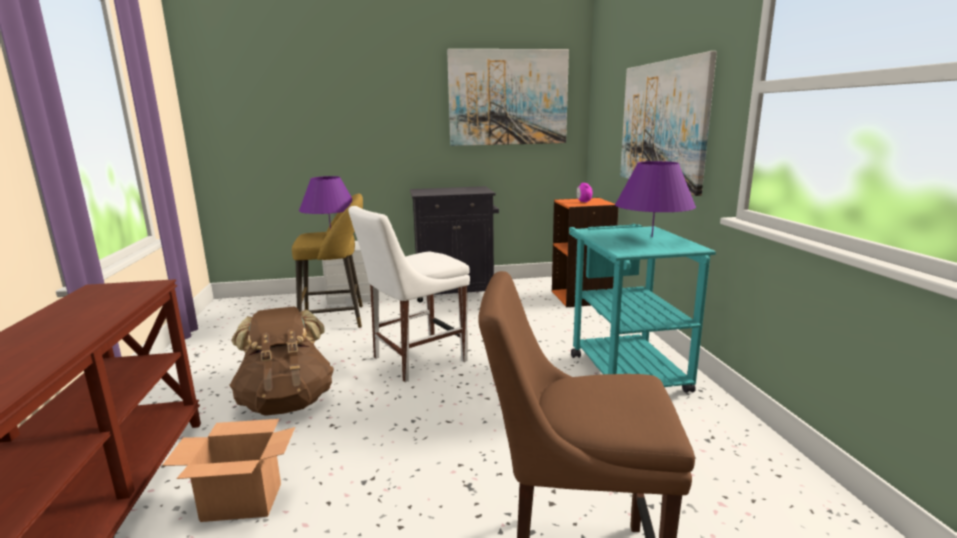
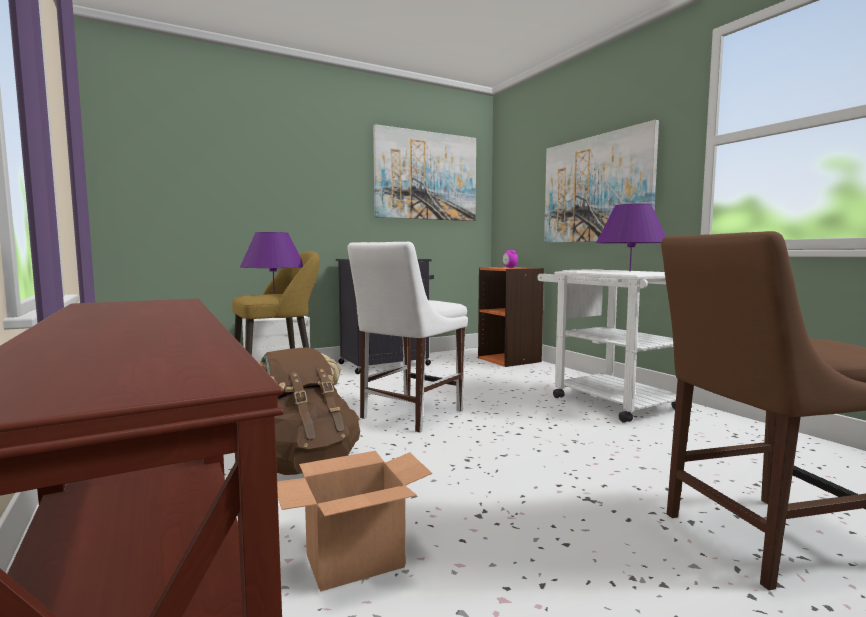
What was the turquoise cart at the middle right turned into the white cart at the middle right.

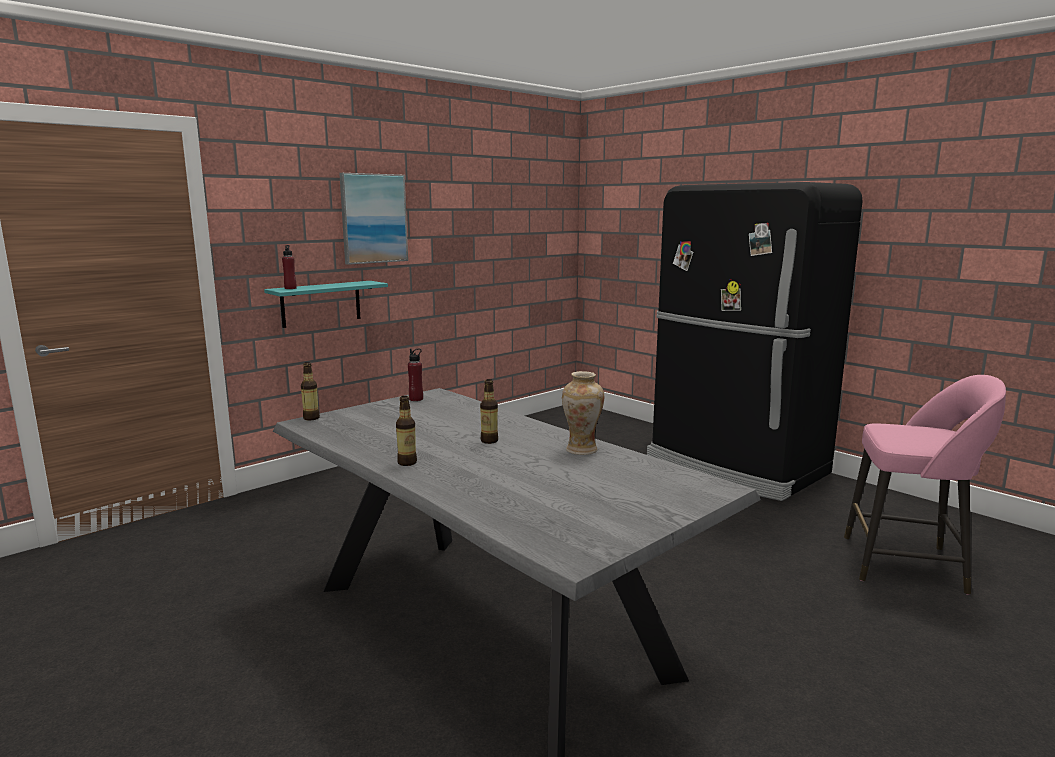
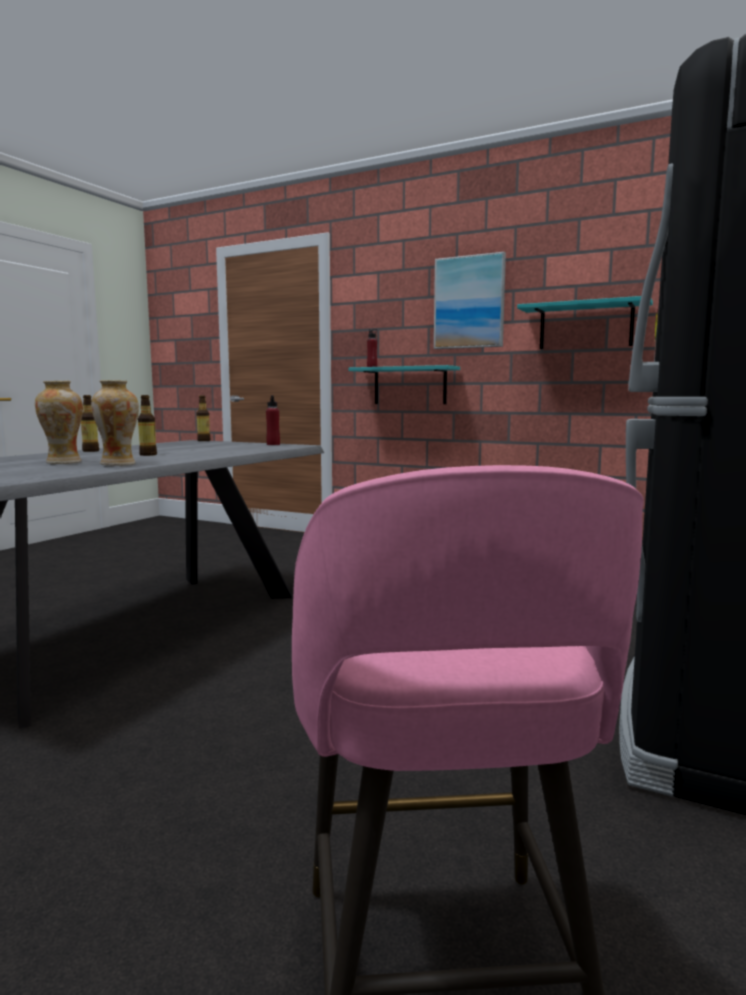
The second view gained the vase (no. 1 from left) at the middle left. The second view gained the turquoise shelf (no. 2 from left) at the top right.

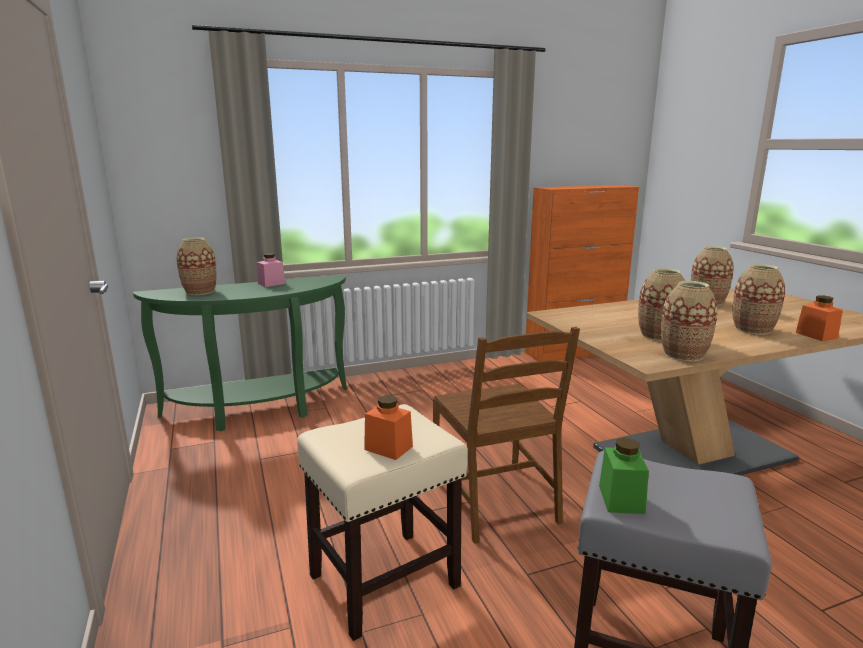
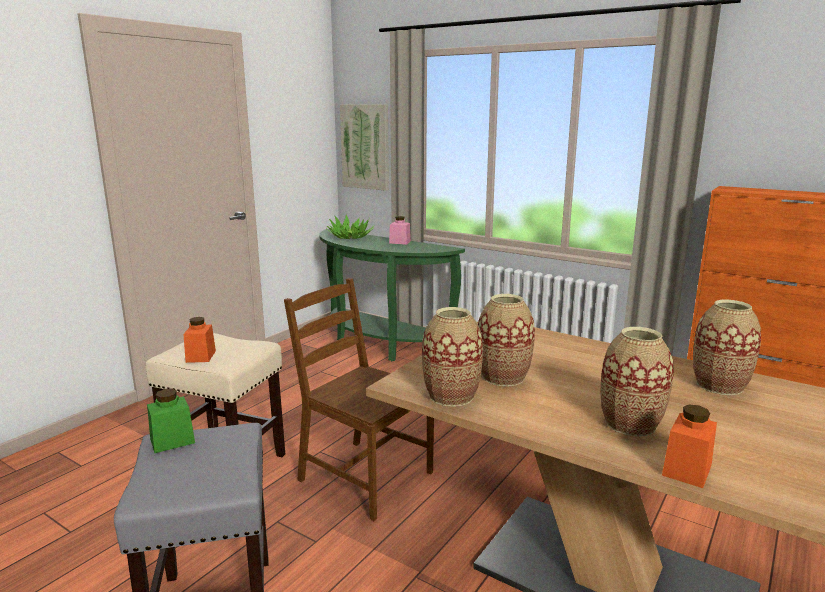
The second view gained the picture at the top centre. Where the vase (no. 1 from left) stood at the middle left, the potted plant came to stand at the centre. The brown chair at the bottom centre ended up facing another way, 90 degrees clockwise from before.

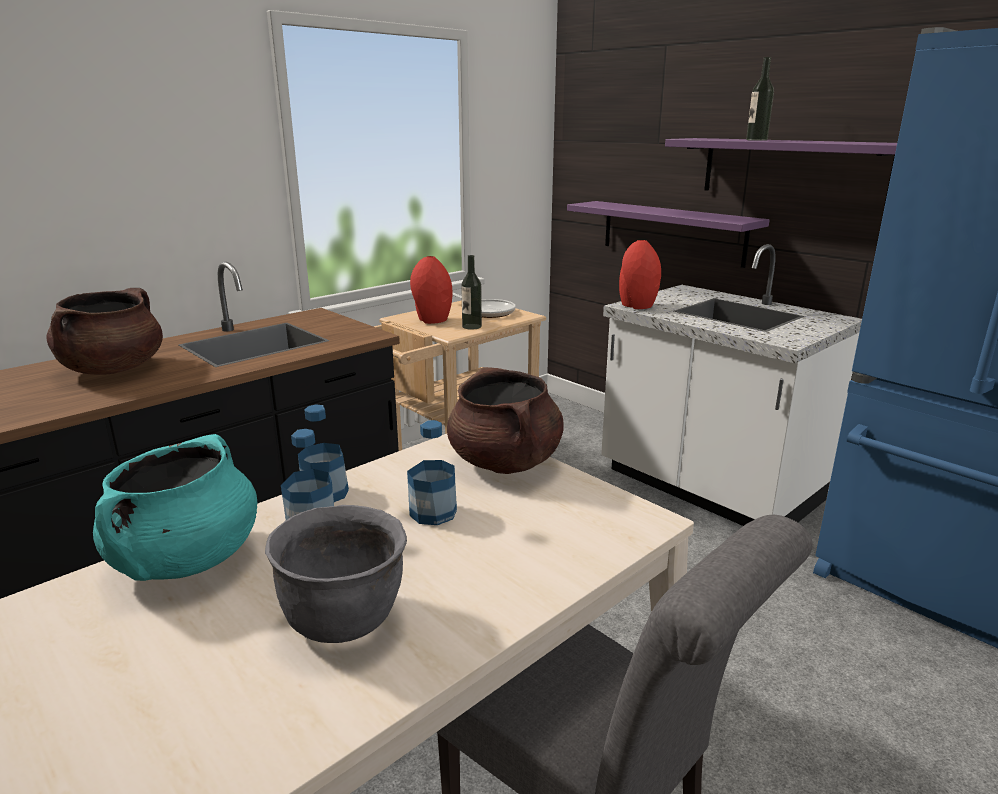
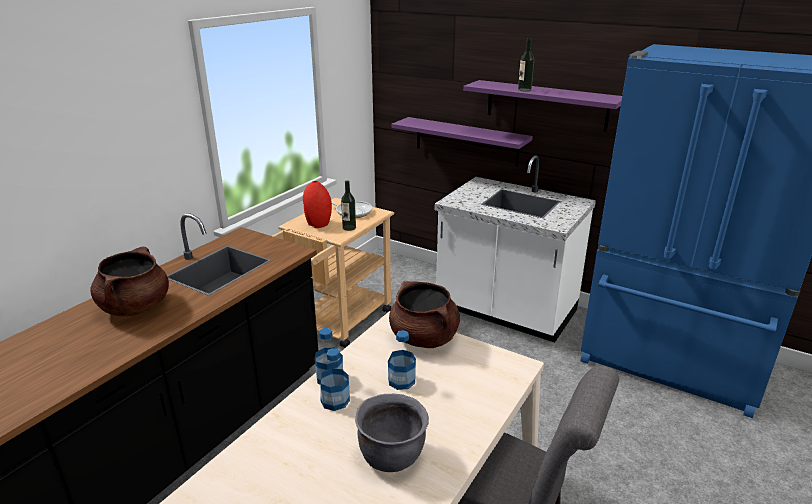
The second view lost the turquoise cooking pot at the middle left. The second view lost the red vase (no. 2 from left) at the centre.

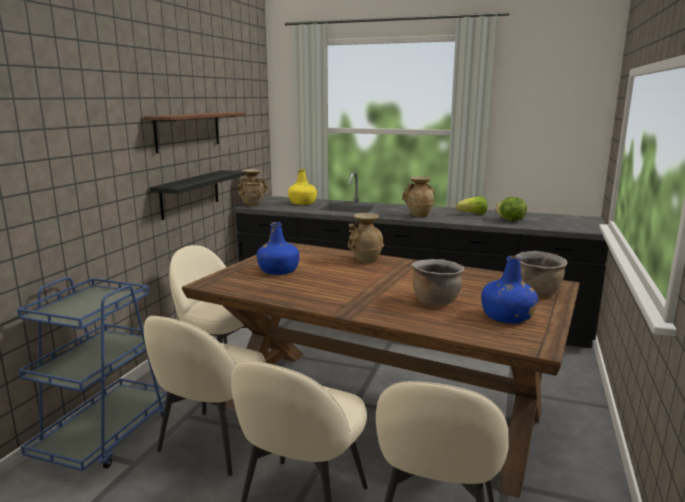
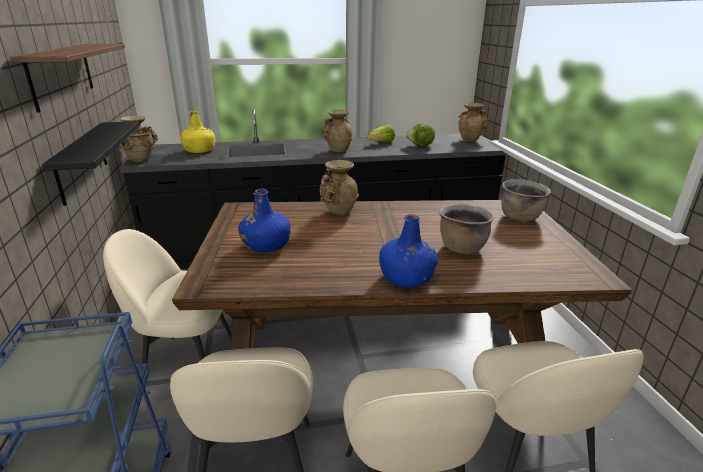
The second view gained the beige vase (no. 4 from left) at the top right. The blue bottle (no. 2 from left) ended up elsewhere, having gone from the middle right to the centre.

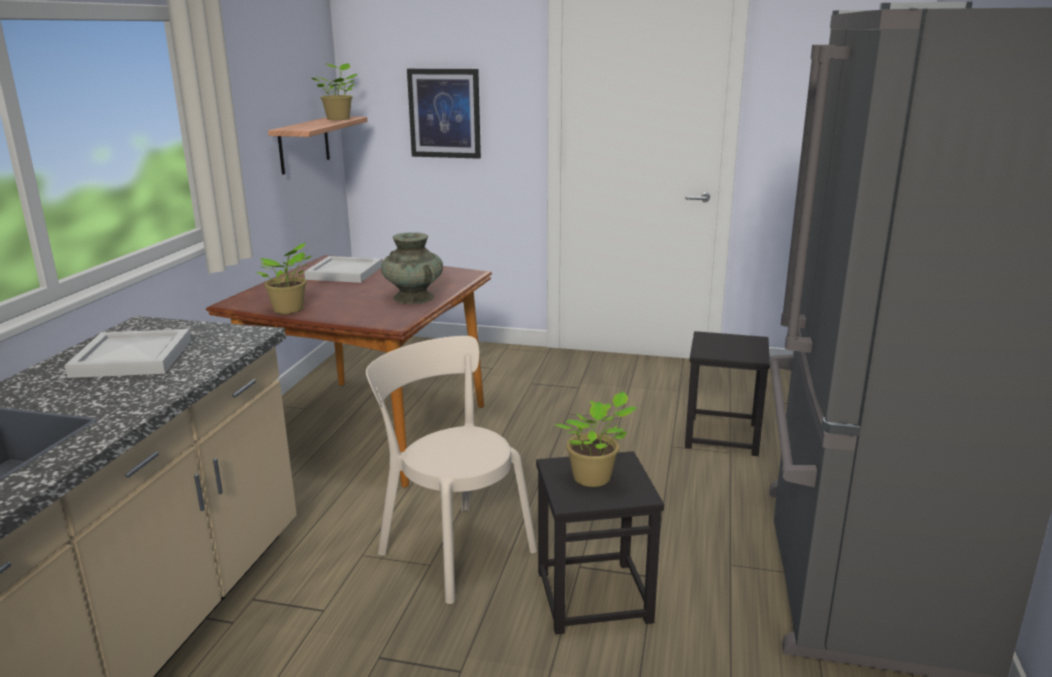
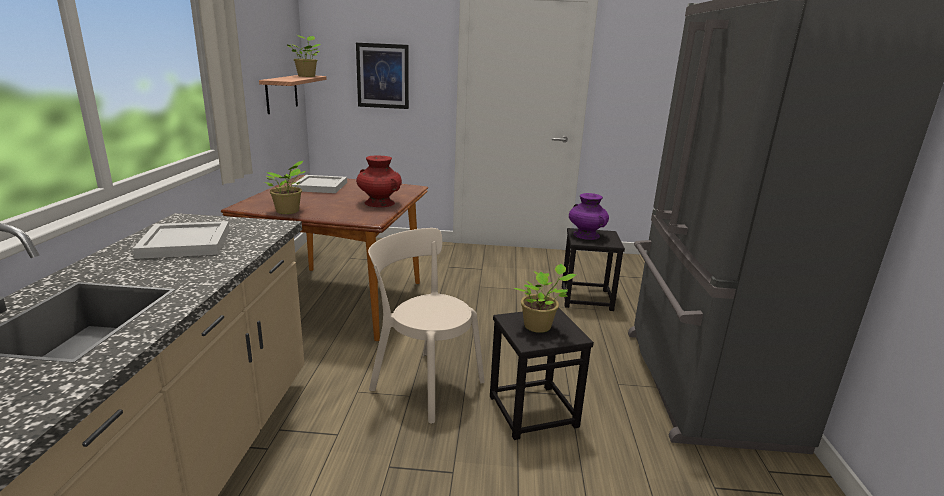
The second view gained the purple vase at the centre. What was the turquoise vase at the centre turned into the red vase at the centre.

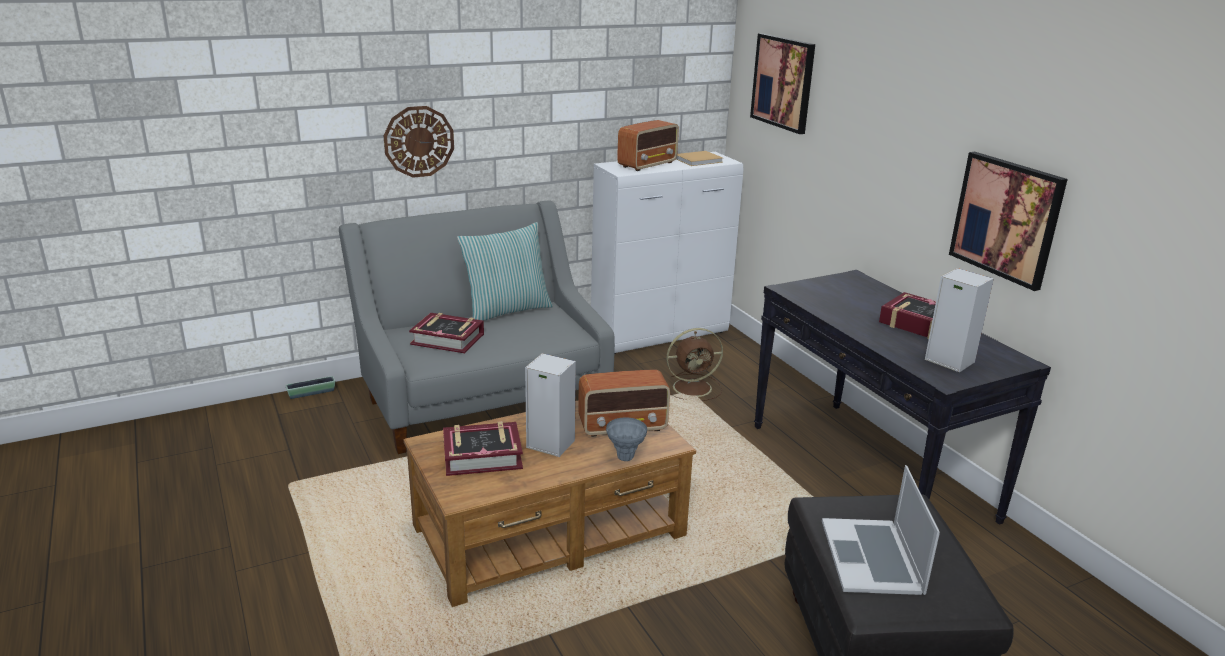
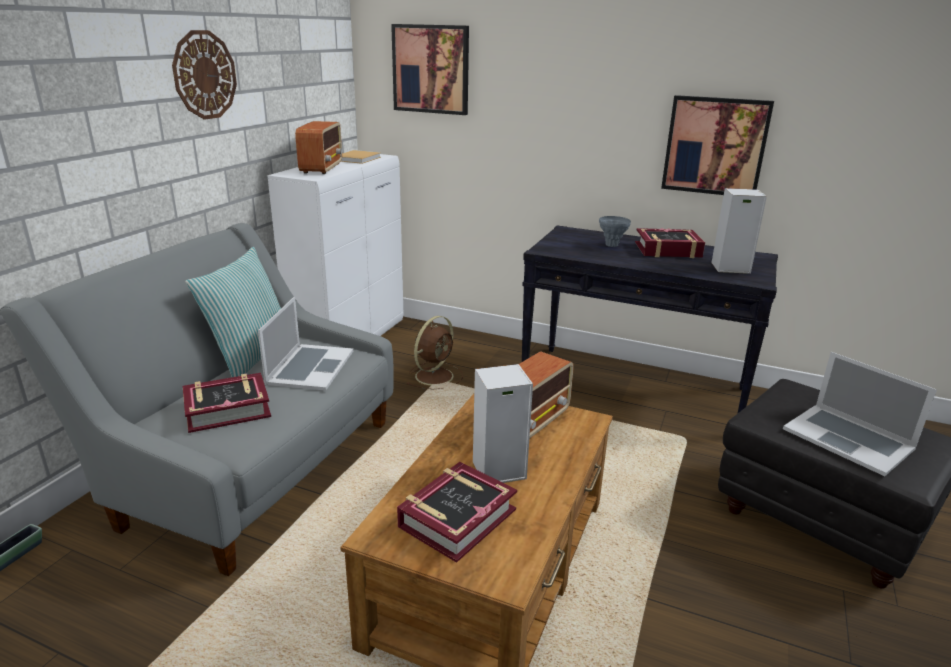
The second view gained the laptop (no. 1 from left) at the middle left. The wall clock ended up elsewhere, having gone from the top centre to the top left. The grey vase ended up elsewhere, having gone from the bottom centre to the centre.

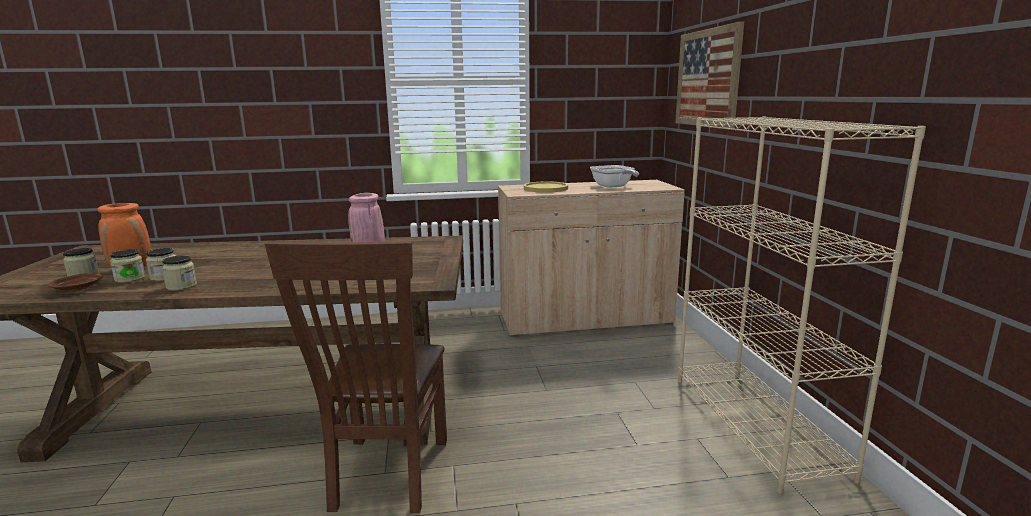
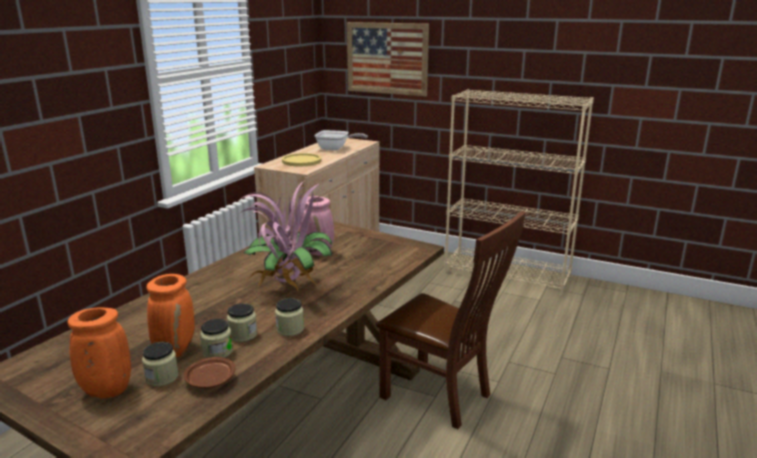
The second view gained the orange vase (no. 1 from left) at the bottom left. The second view gained the potted plant at the centre.

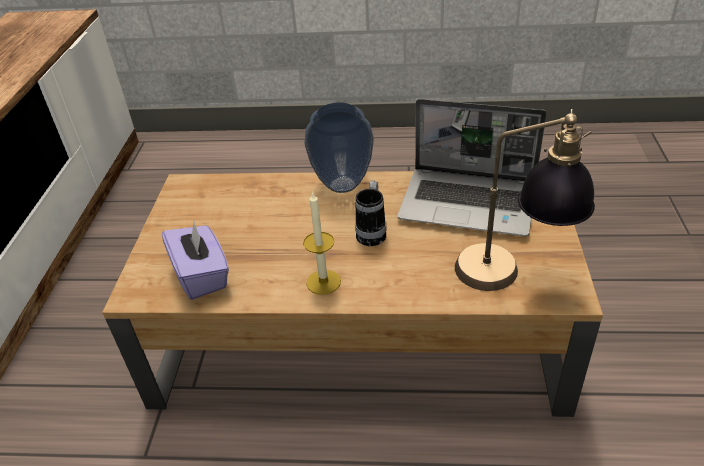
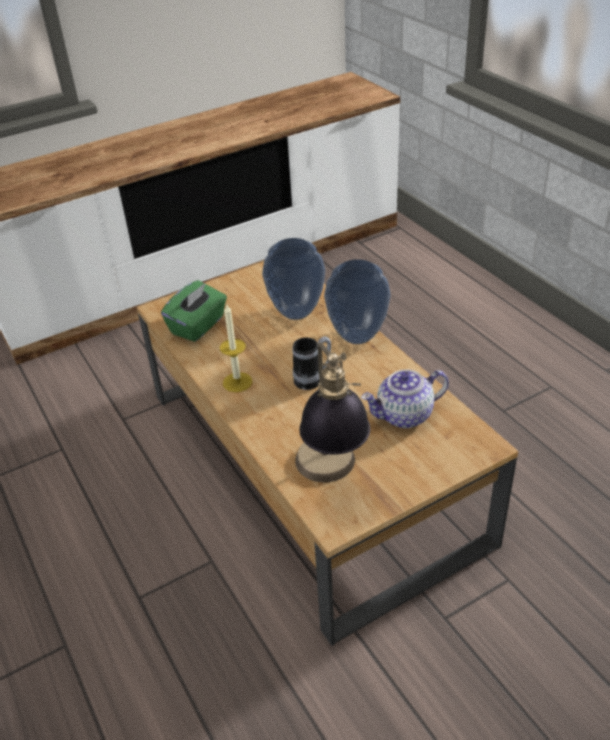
The second view gained the vase (no. 1 from left) at the centre. Where the laptop stood at the middle right, the teapot came to stand at the centre. What was the purple tissue box at the middle left turned into the green tissue box at the middle left.

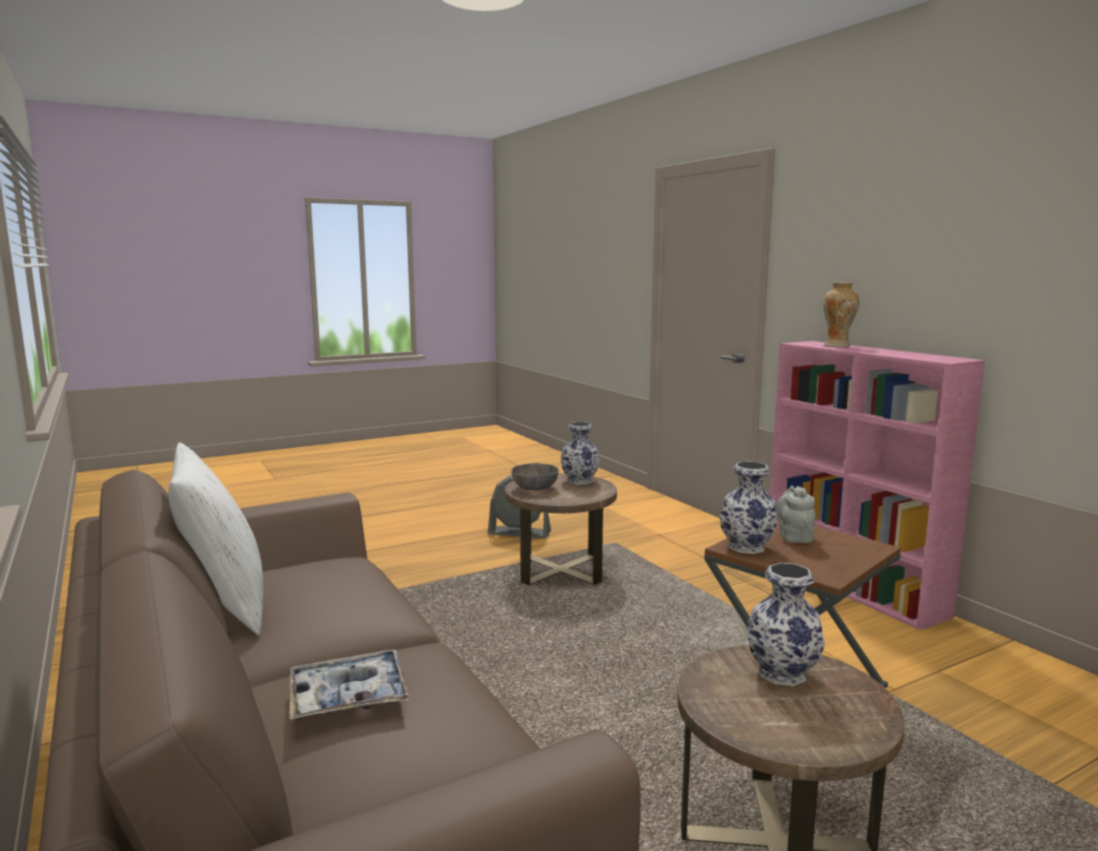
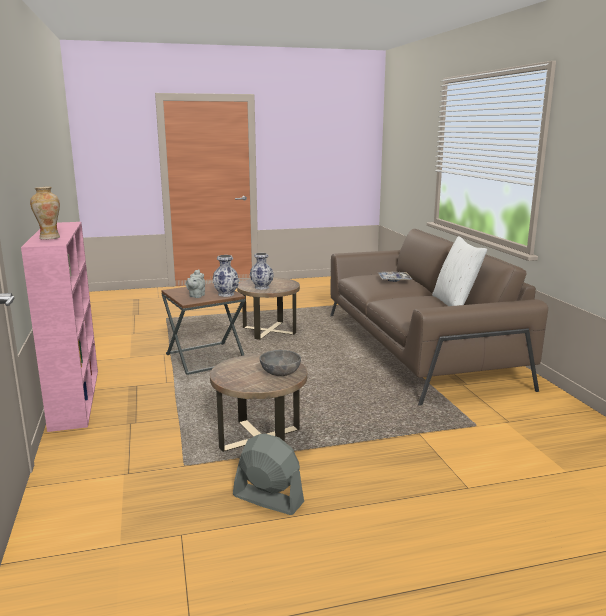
The second view lost the vase (no. 1 from left) at the centre.

